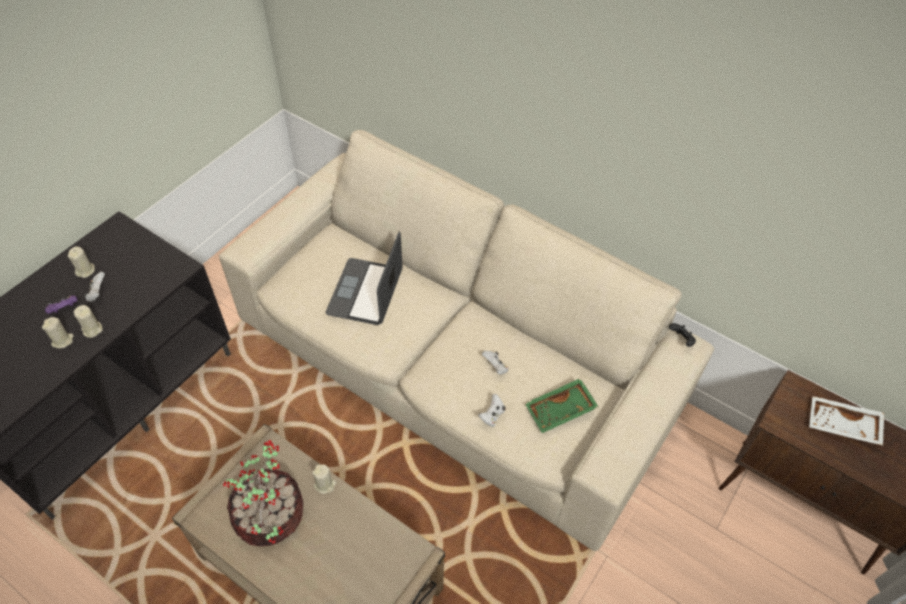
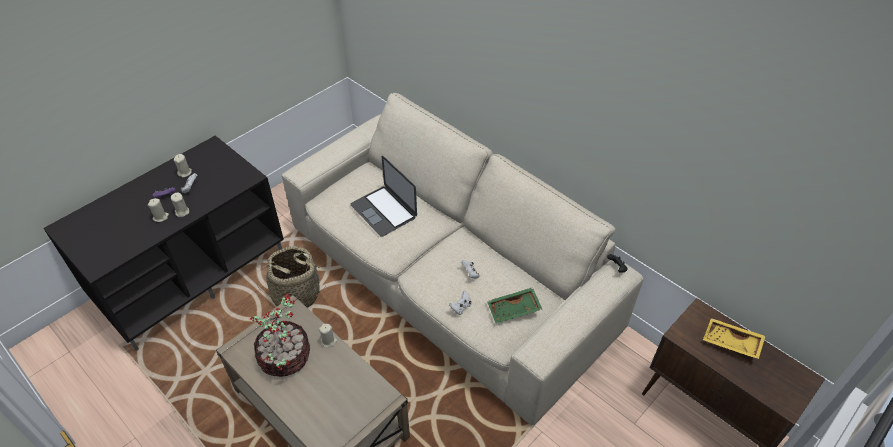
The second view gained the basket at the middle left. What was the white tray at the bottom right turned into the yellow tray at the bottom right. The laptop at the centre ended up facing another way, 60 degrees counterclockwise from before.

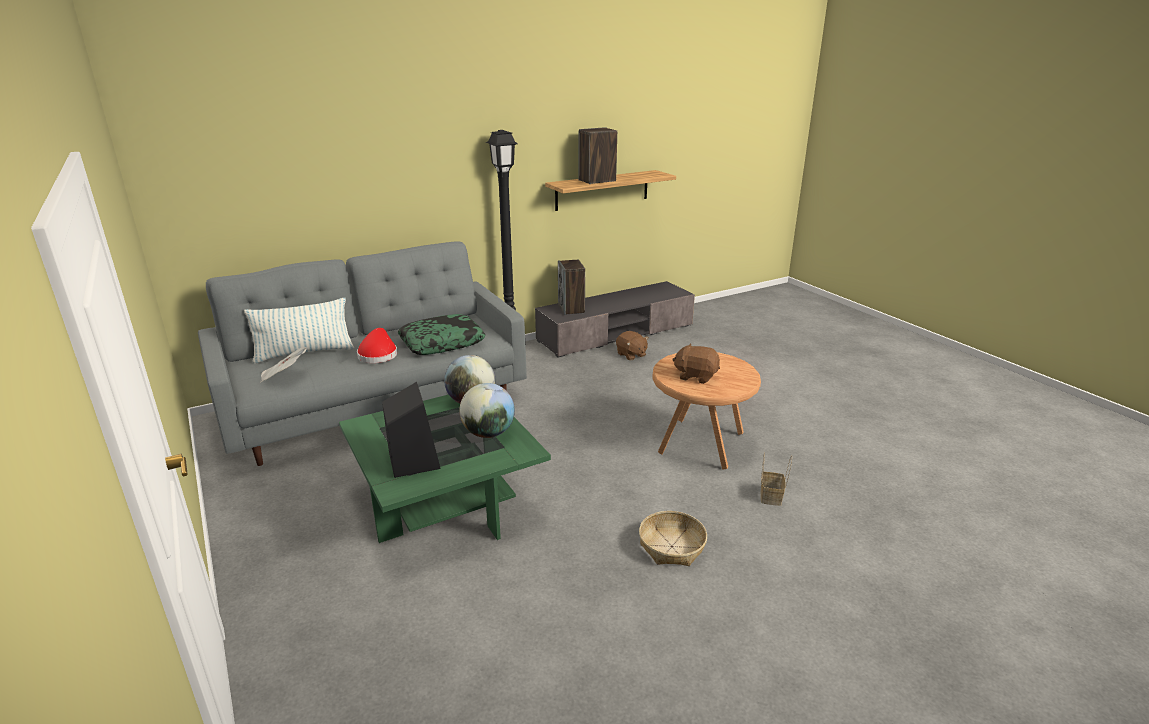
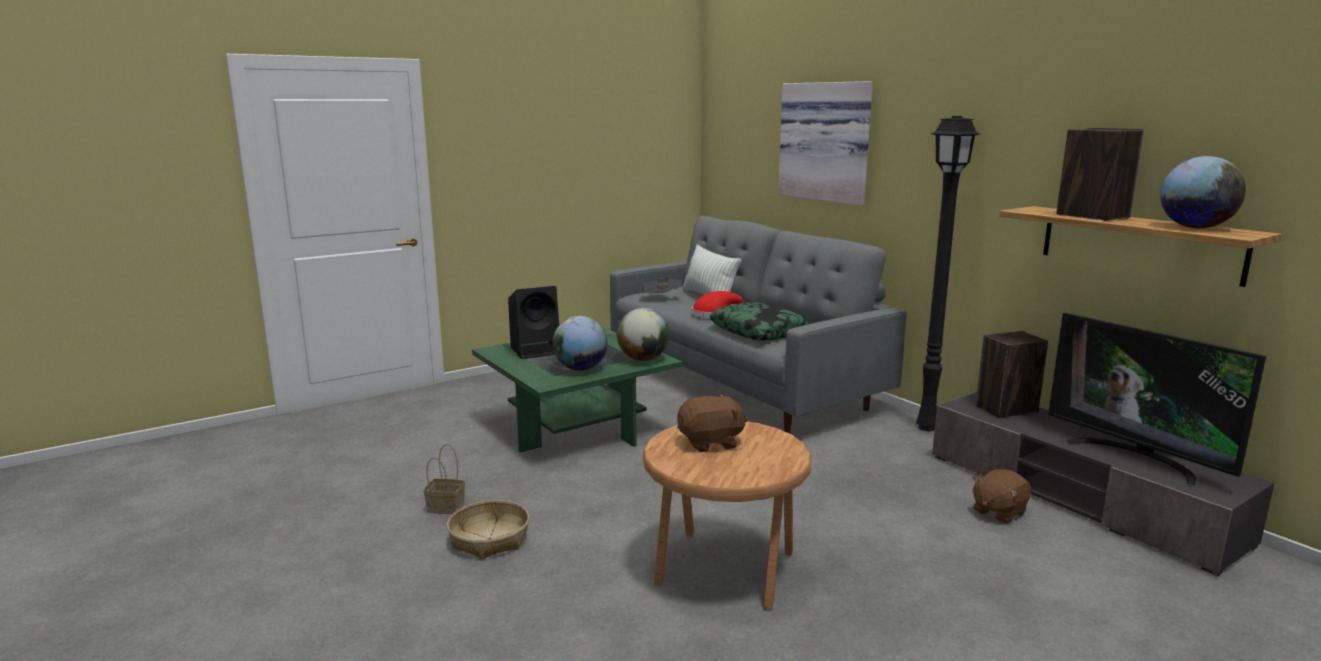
The second view gained the picture at the top centre. The second view gained the television at the middle right. The second view gained the globe (no. 3 from left) at the top right. The basket (no. 2 from left in the first image) ended up elsewhere, having gone from the middle right to the bottom centre. The brown plush toy (no. 2 from left in the first image) at the centre ended up facing another way, 60 degrees clockwise from before.

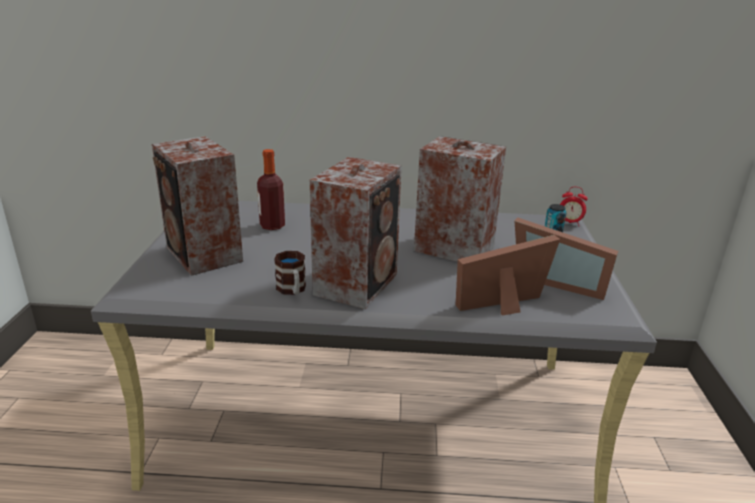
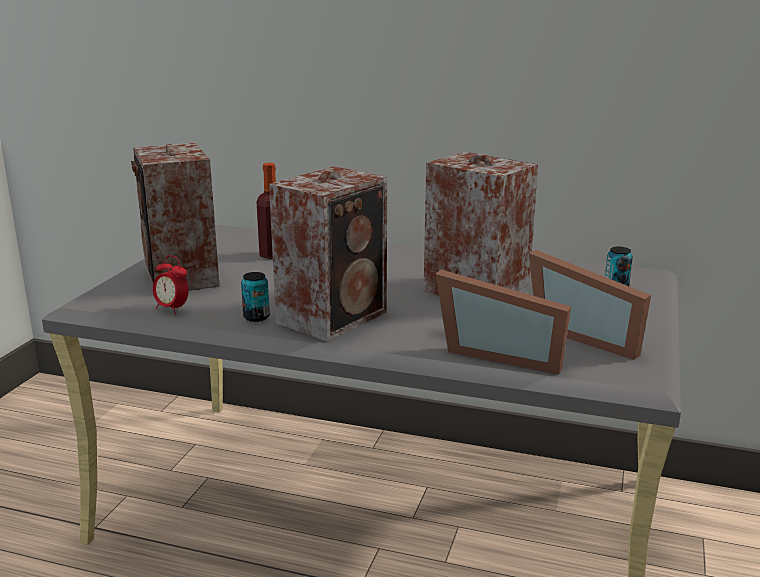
The alarm clock ended up elsewhere, having gone from the middle right to the middle left. Where the mug stood at the centre, the can (no. 1 from left) came to stand at the centre. The picture frame (no. 1 from left) at the middle right ended up facing another way, 150 degrees counterclockwise from before.

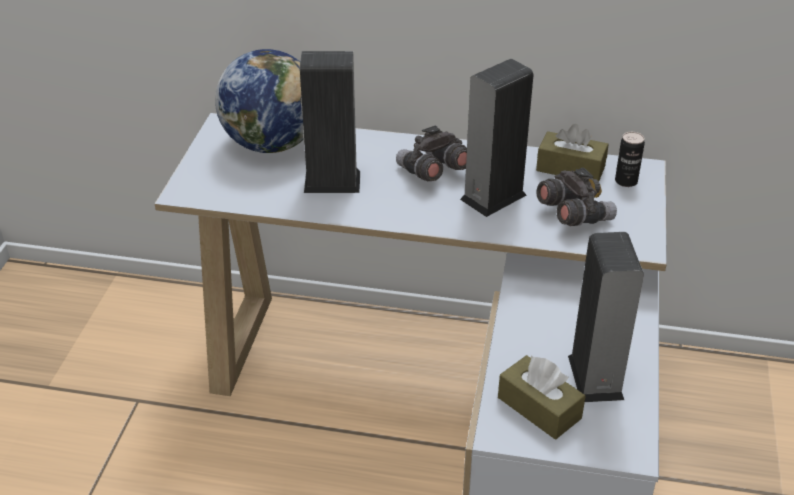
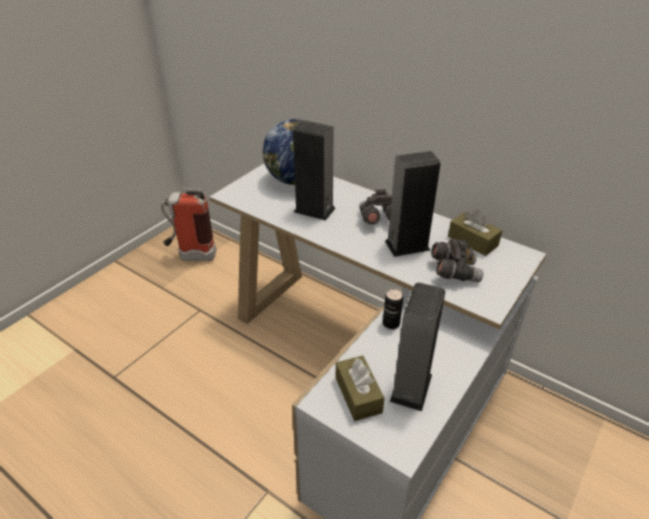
The second view gained the fire extinguisher at the middle left. The can ended up elsewhere, having gone from the top right to the centre.

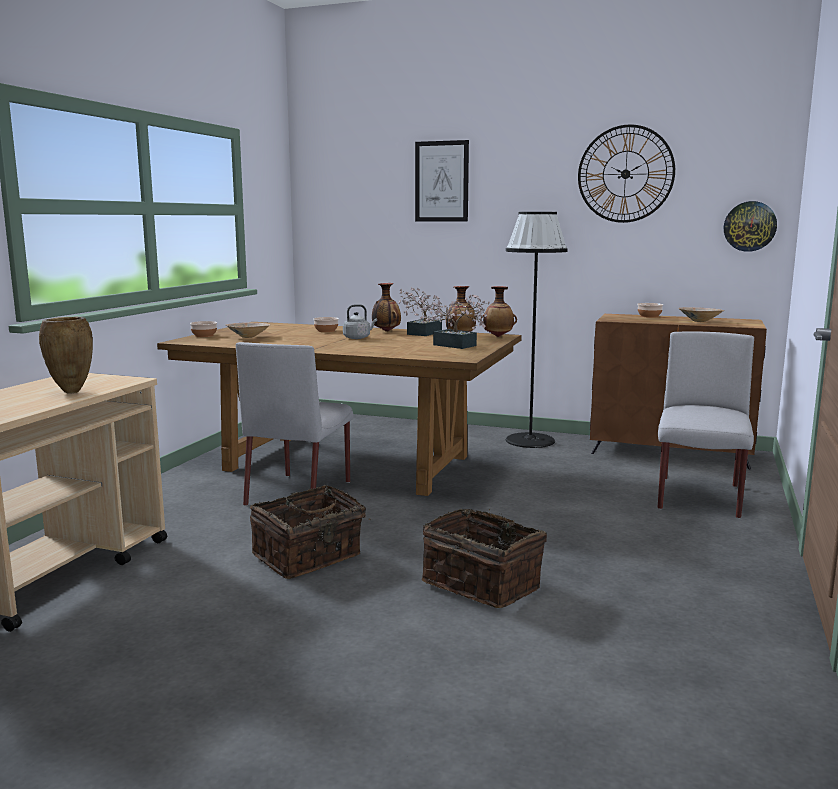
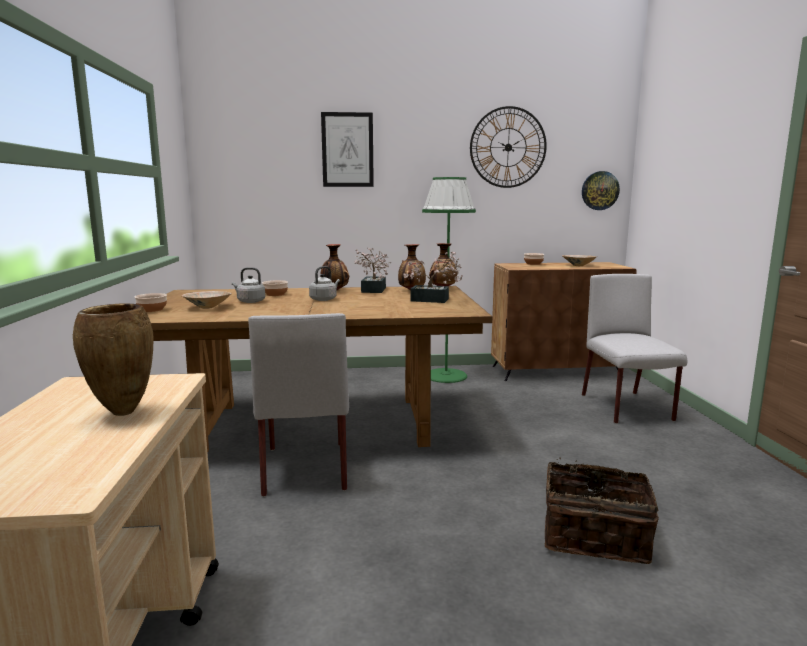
The second view lost the basket (no. 1 from left) at the bottom centre. The second view gained the grey kettle (no. 1 from left) at the middle left. What was the black floor lamp at the centre turned into the green floor lamp at the centre.

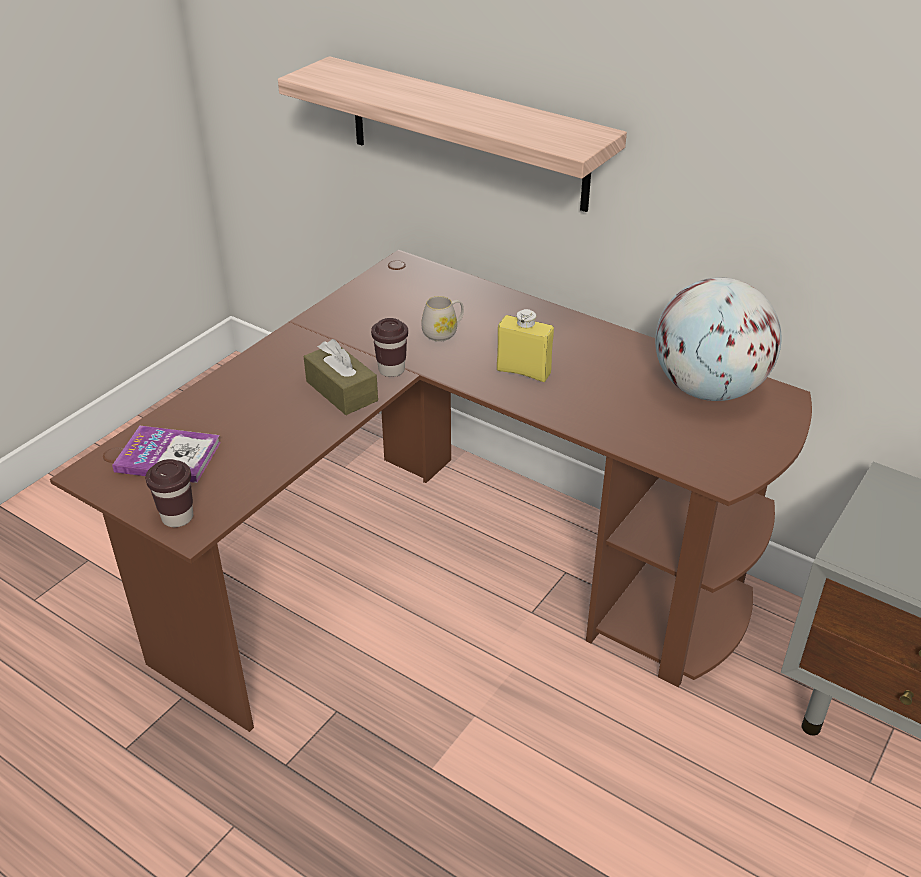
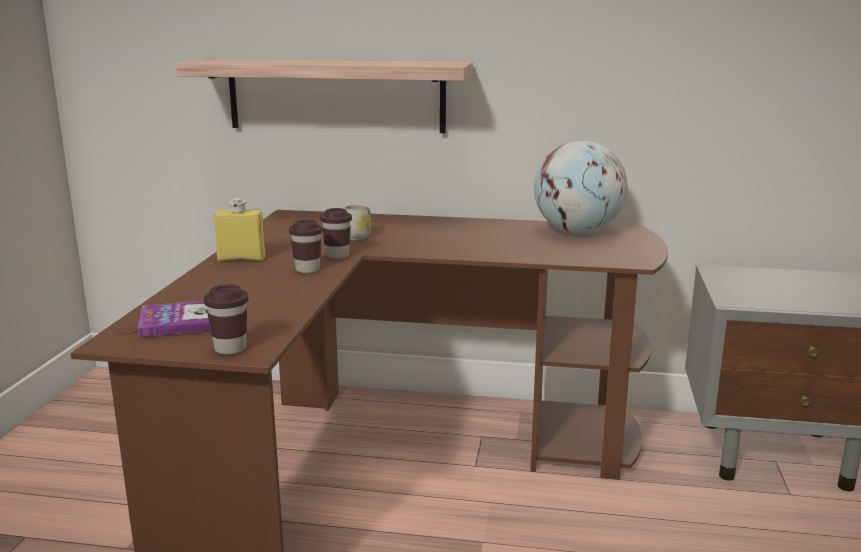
The yellow bottle ended up elsewhere, having gone from the centre to the middle left. Where the brown tissue box stood at the centre, the brown cup (no. 2 from left) came to stand at the centre.

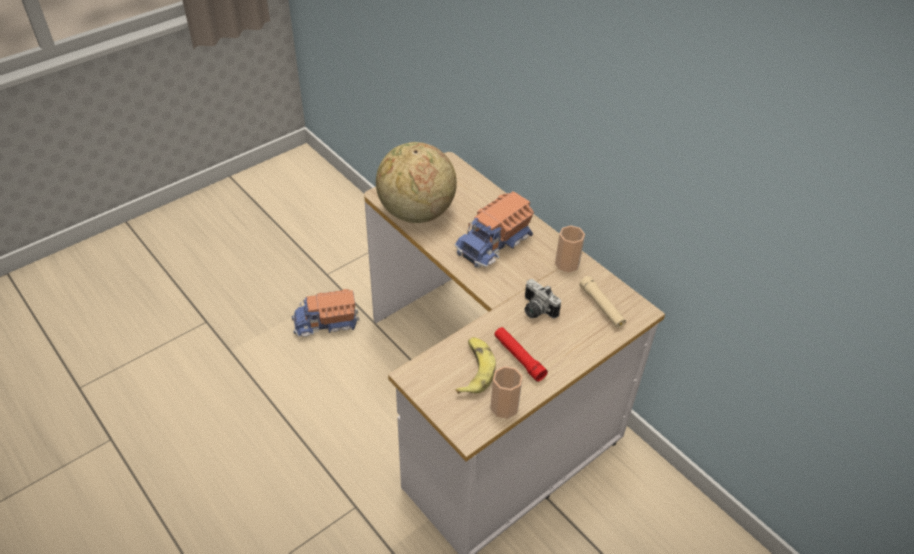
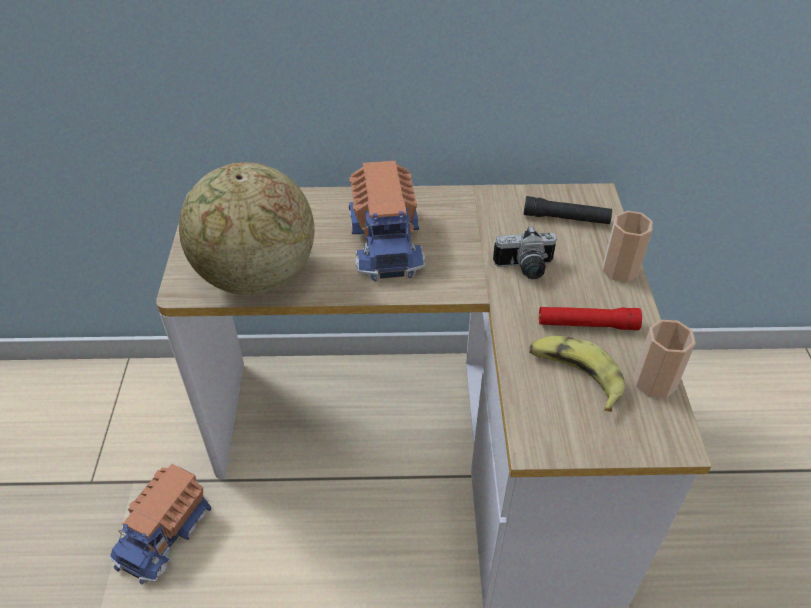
The cup (no. 2 from left in the first image) ended up elsewhere, having gone from the centre to the middle right. What was the beige flashlight at the centre turned into the black flashlight at the middle right.

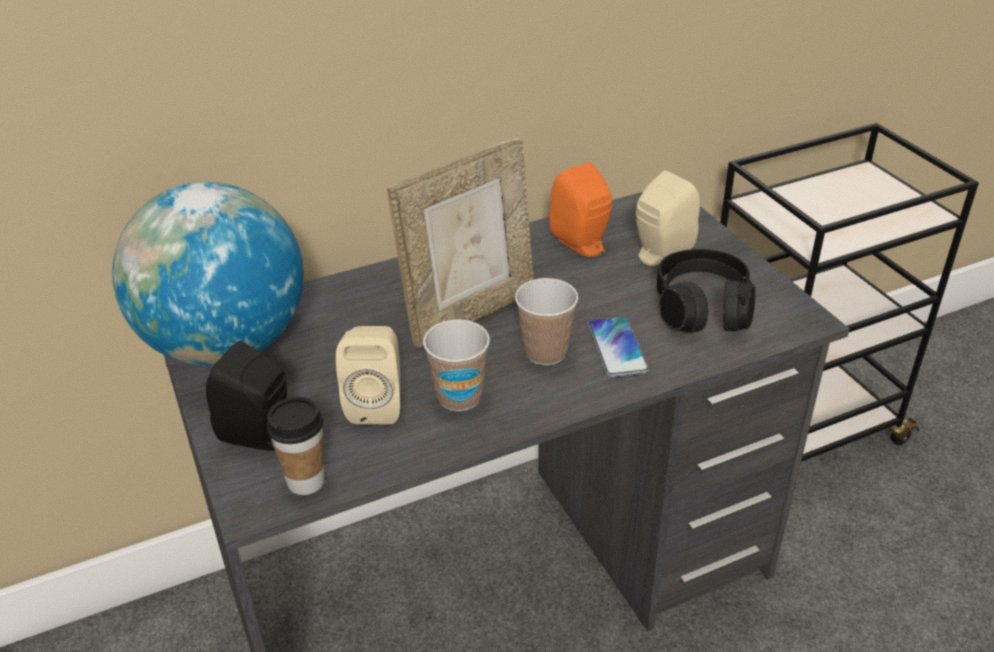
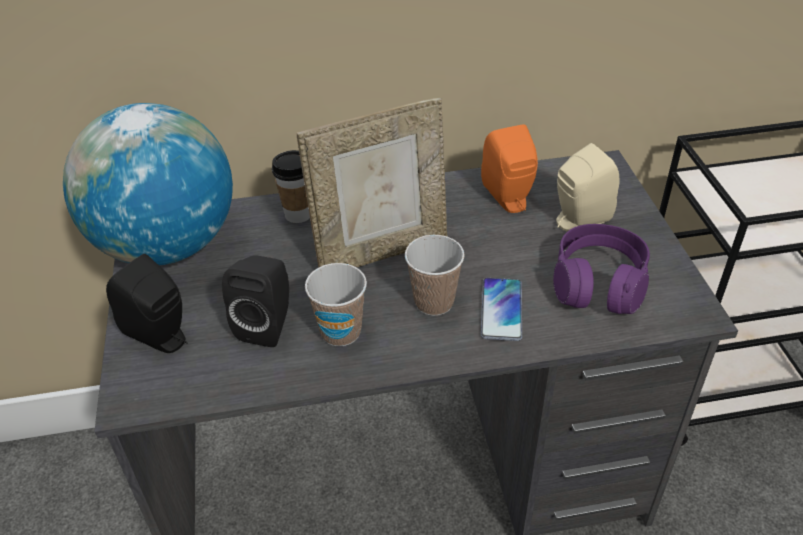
The cup (no. 1 from left) ended up elsewhere, having gone from the bottom left to the centre. What was the beige speaker (no. 1 from left) at the centre turned into the black speaker (no. 2 from left) at the middle left. What was the black headphones at the middle right turned into the purple headphones at the middle right.

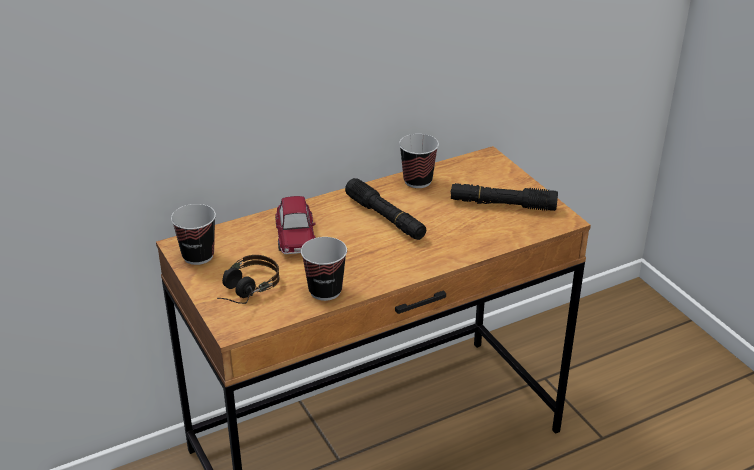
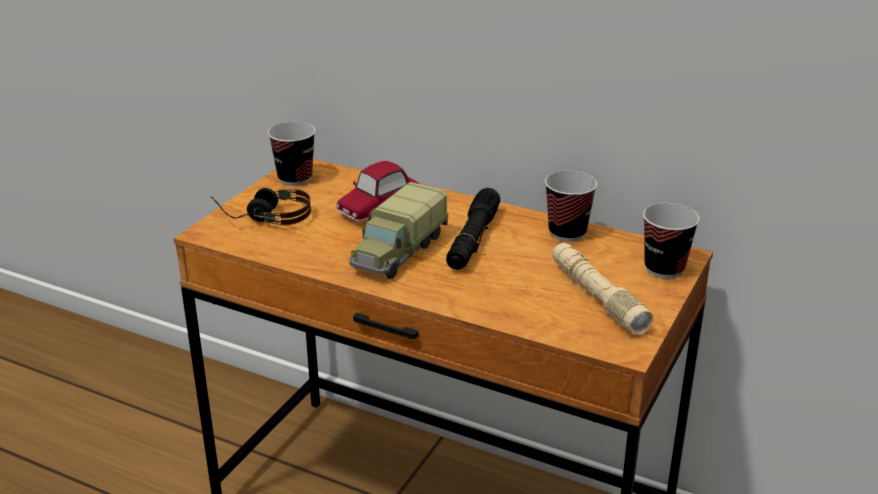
The second view gained the toy truck at the centre. The cup (no. 2 from left in the first image) ended up elsewhere, having gone from the centre to the middle right. What was the black flashlight (no. 2 from left) at the middle right turned into the beige flashlight at the middle right.

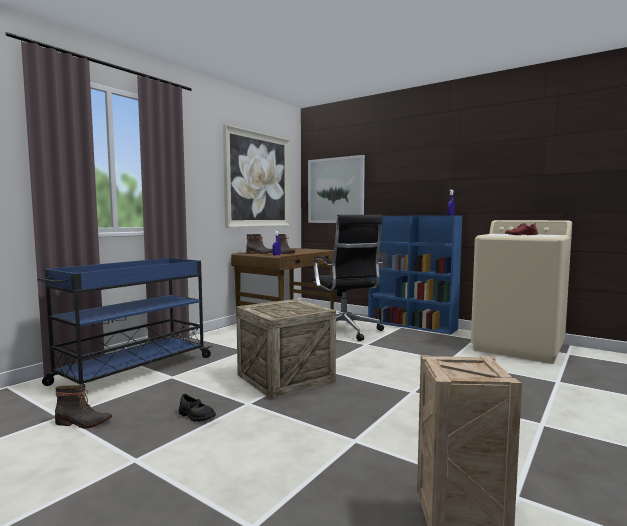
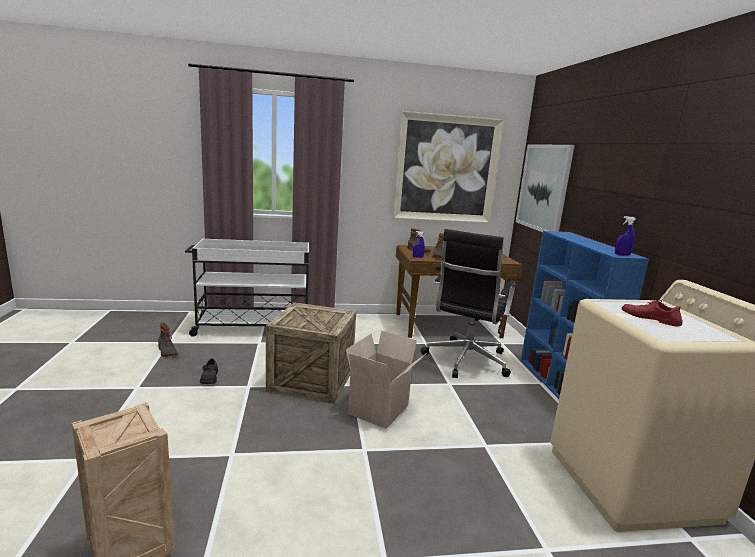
The second view gained the cardboard box at the bottom centre. What was the blue cart at the middle left turned into the white cart at the middle left.

